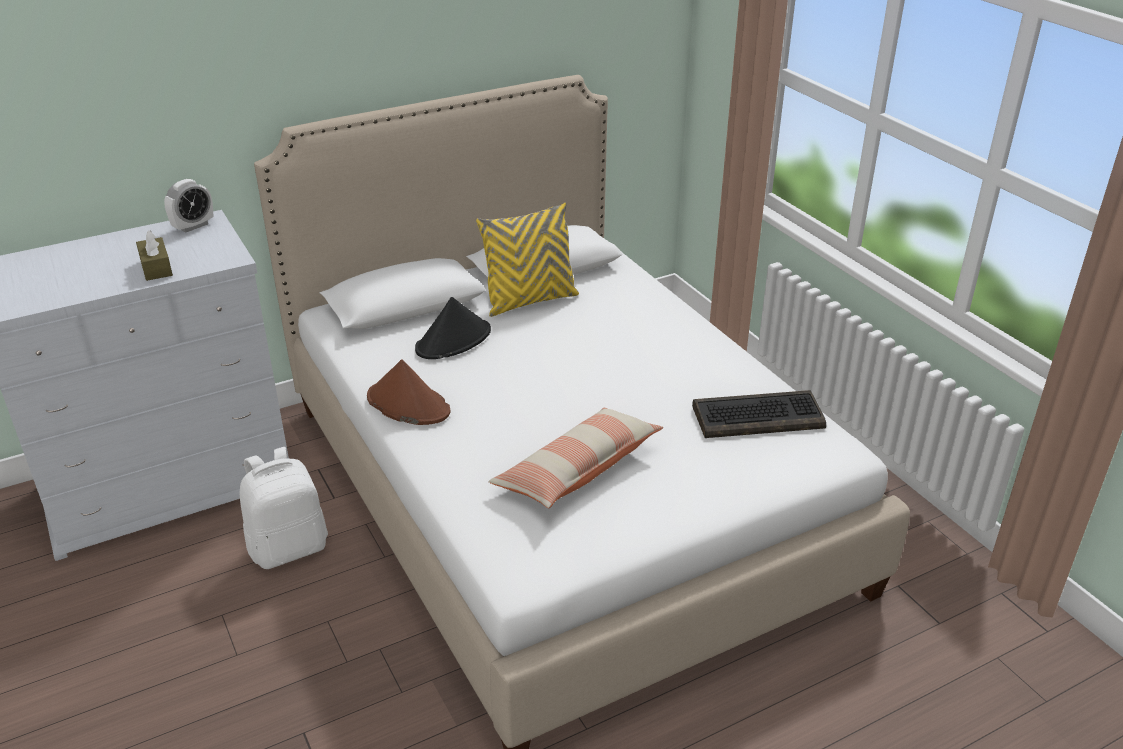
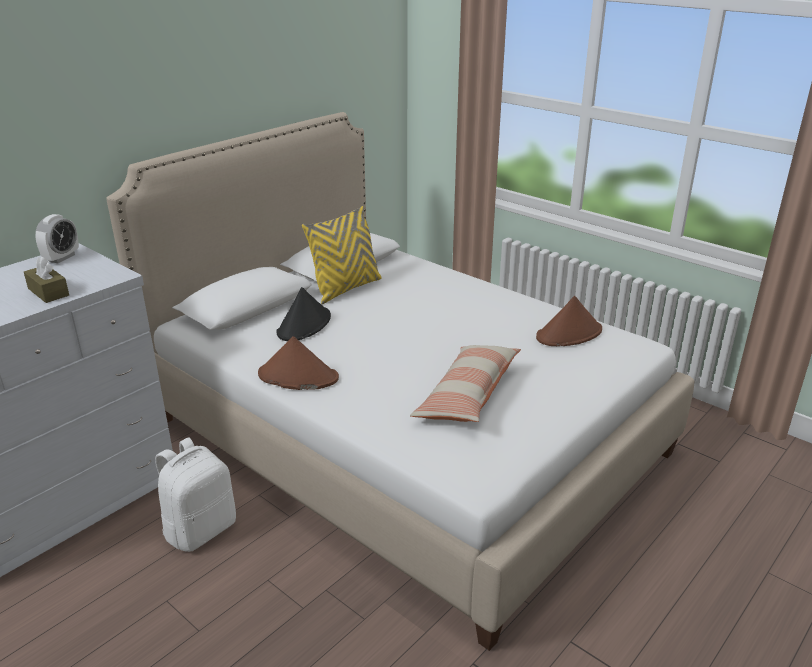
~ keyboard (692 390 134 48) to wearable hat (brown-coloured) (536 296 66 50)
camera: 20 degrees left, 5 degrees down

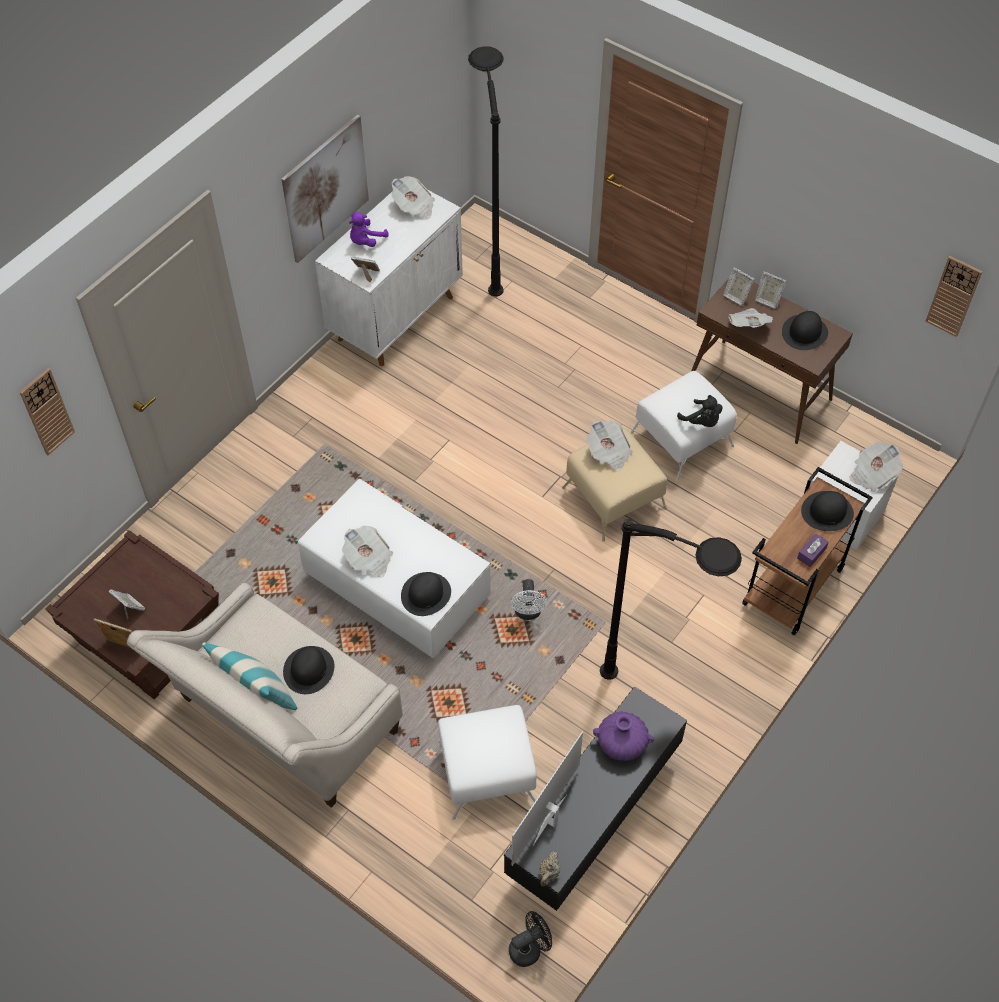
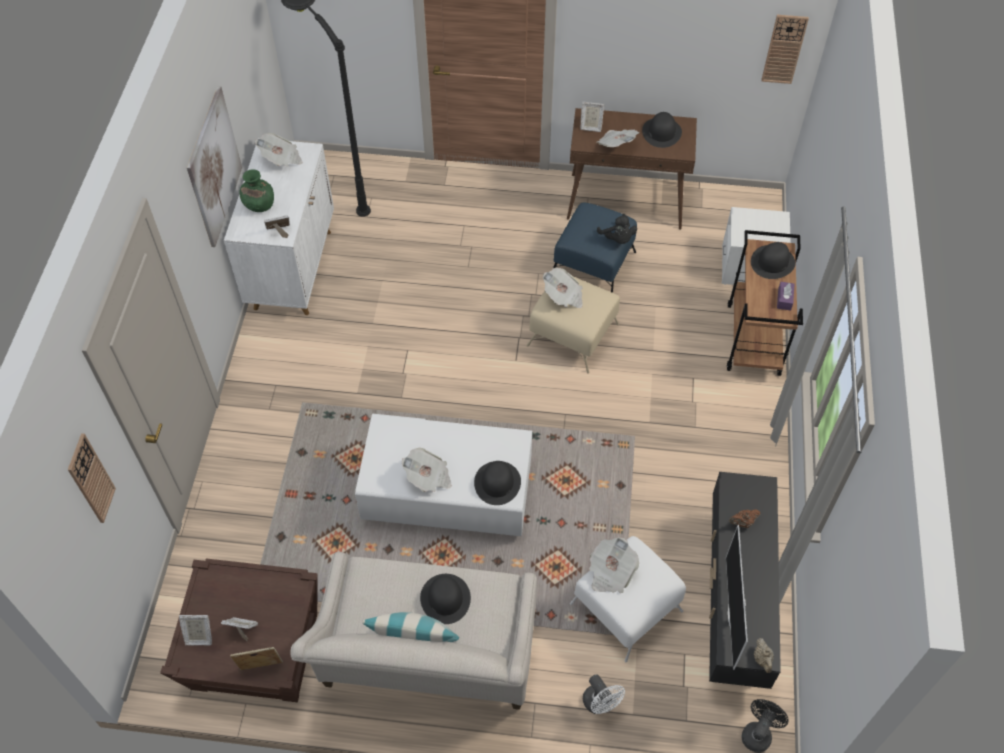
~ soft toy (purple) (349 212 40 35) to flower vase (green-coloured) (239 170 35 42)
~ cooling fan (white-coloured) (511 579 36 41) to (583 675 42 39)
~ flower vase (purple) (593 712 61 49) to tea pot (brown-coloured) (729 510 31 18)
- floor lamp (black) (600 519 142 161)
~ pouffe (white-coloured) (630 371 107 110) to pouffe (blue) (553 203 84 90)
~ soft toy (black) (677 395 46 32) = (597 214 40 30) 45 degrees clockwise
~ standing frame (755 272 31 37) to (179 615 33 31)
~ printed paper (849 441 54 51) to (589 537 50 56)
camera: 30 degrees left, 0 degrees up

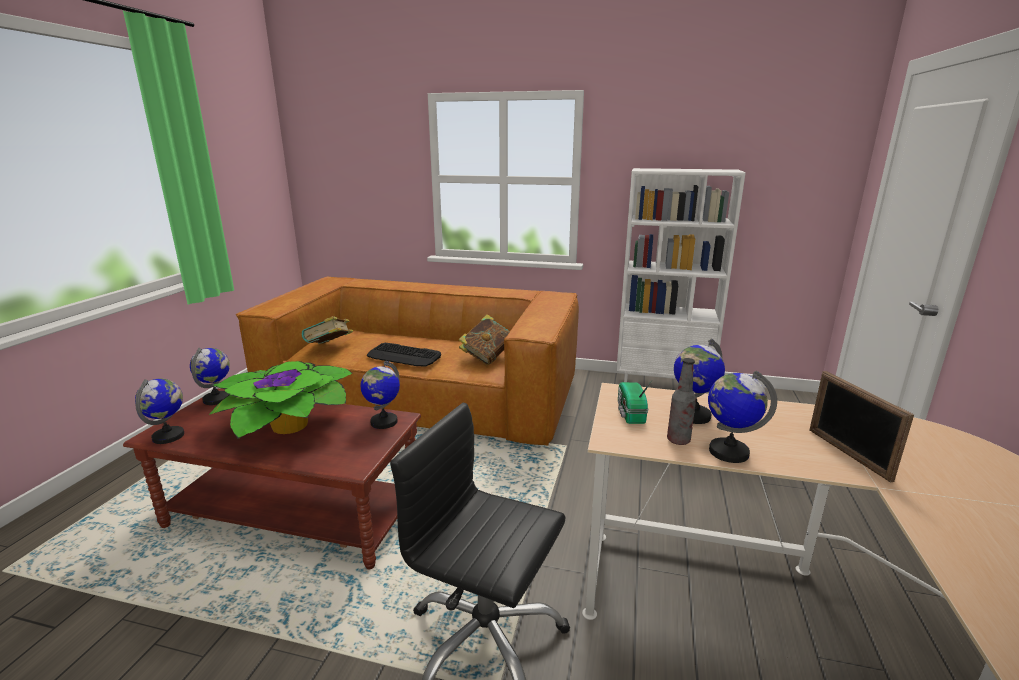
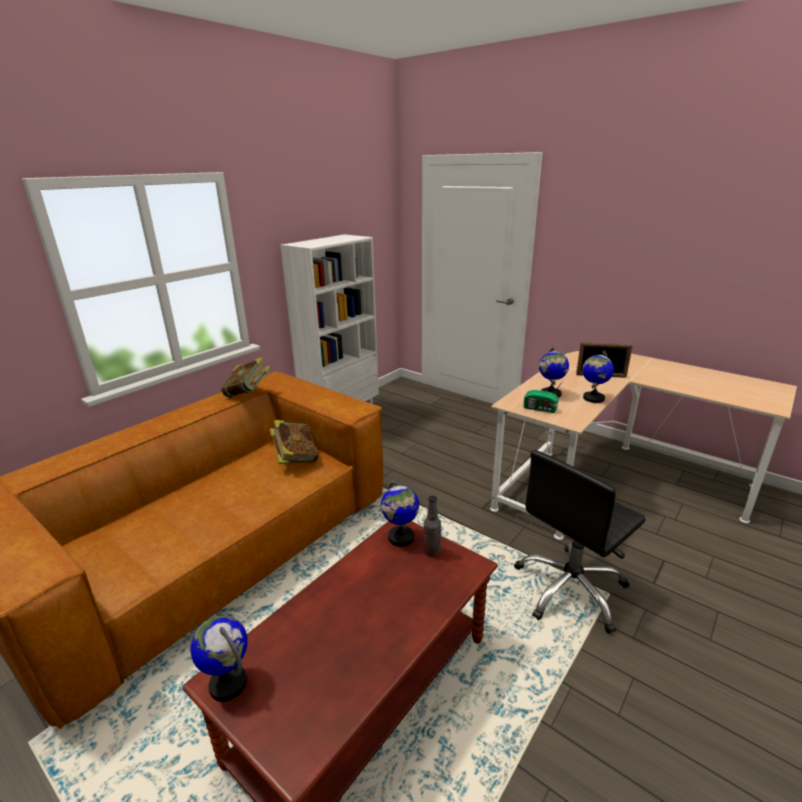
- world globe (135 379 49 65)
- houseplant (209 361 143 78)
~ book (302 316 51 28) to (221 357 50 40)
- keyboard (367 343 74 24)
~ beverage bottle (667 358 29 87) to (423 495 18 62)
camera: 65 degrees left, 5 degrees up

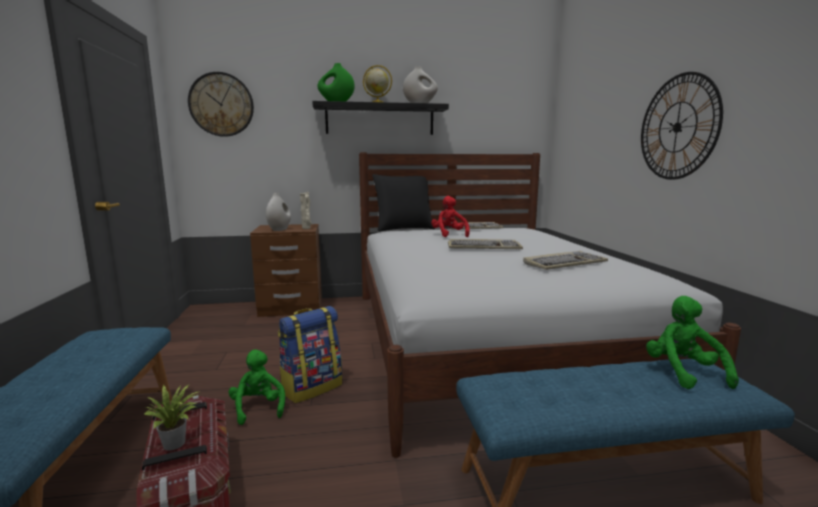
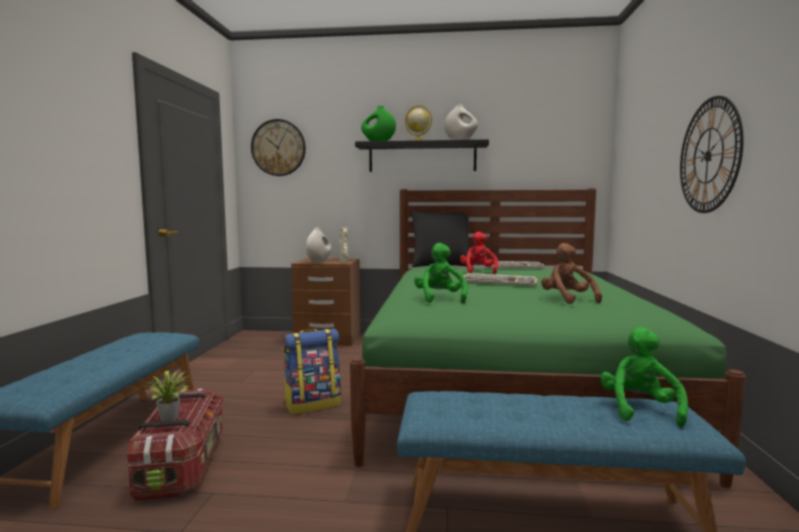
~ soft toy (green-coloured) (228 349 57 76) to (414 243 54 60)
~ bedroom bed (white-coloured) (359 152 382 306) to bedroom bed (green-coloured) (350 188 396 300)
~ keyboard (523 251 85 19) to soft toy (brown-coloured) (541 243 61 61)
camera: 15 degrees right, 5 degrees down

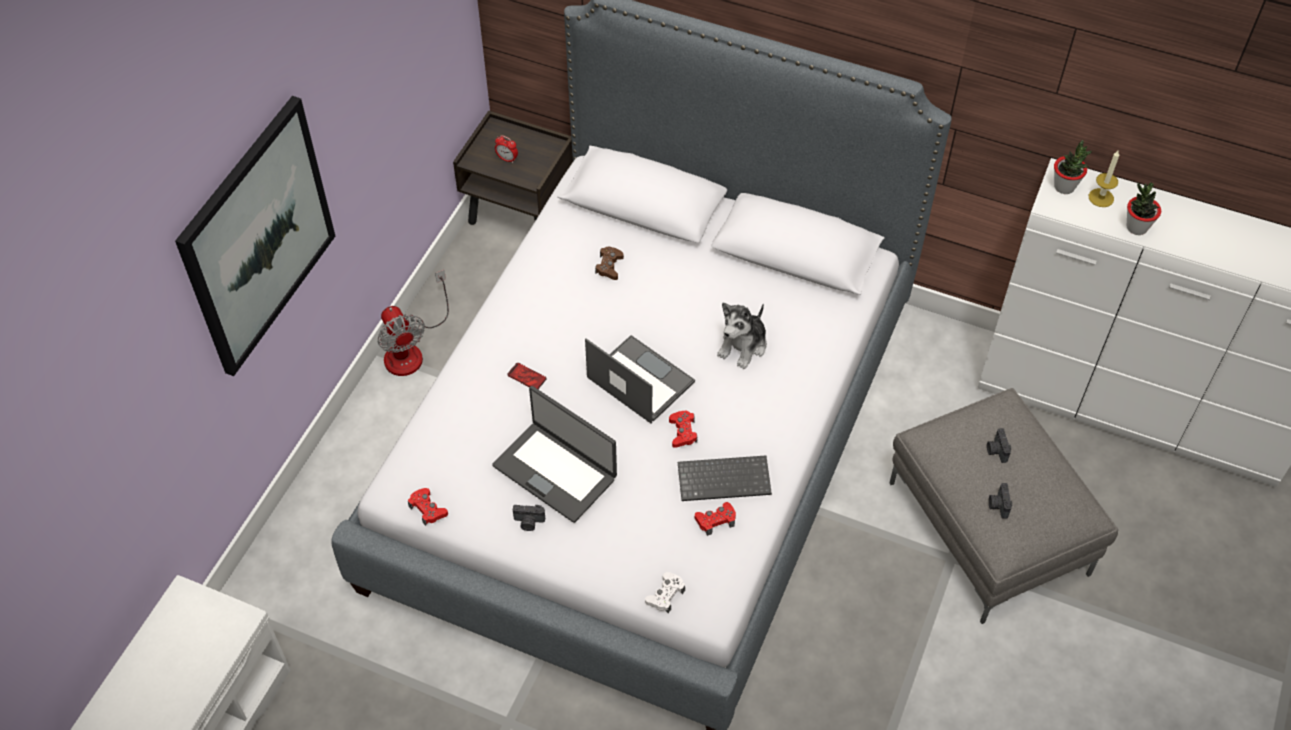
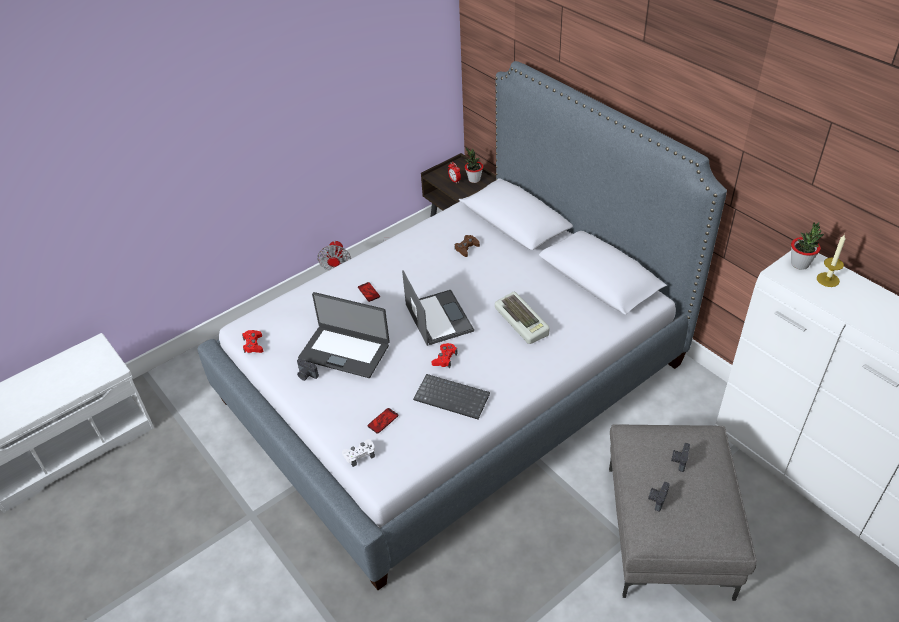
- wall picture (175 96 160 280)
~ notebook computer (492 386 125 137) = (298 292 92 86) 45 degrees counterclockwise
- game controller (reddish) (695 502 41 34)
~ soft toy (717 303 50 66) to keyboard (495 292 54 52)
~ houseplant (1127 182 34 53) to (465 147 18 36)
+ telephone (368 408 30 26)
camera: 30 degrees right, 10 degrees down

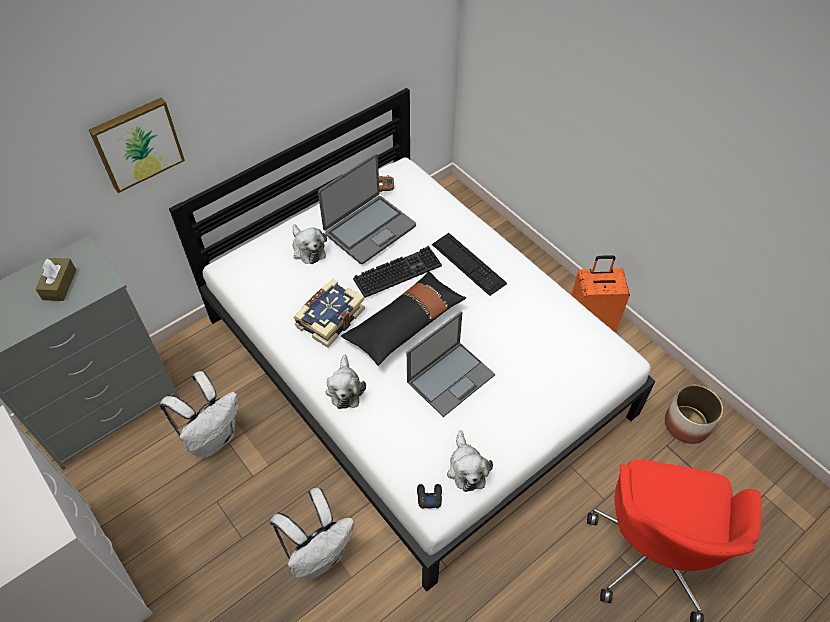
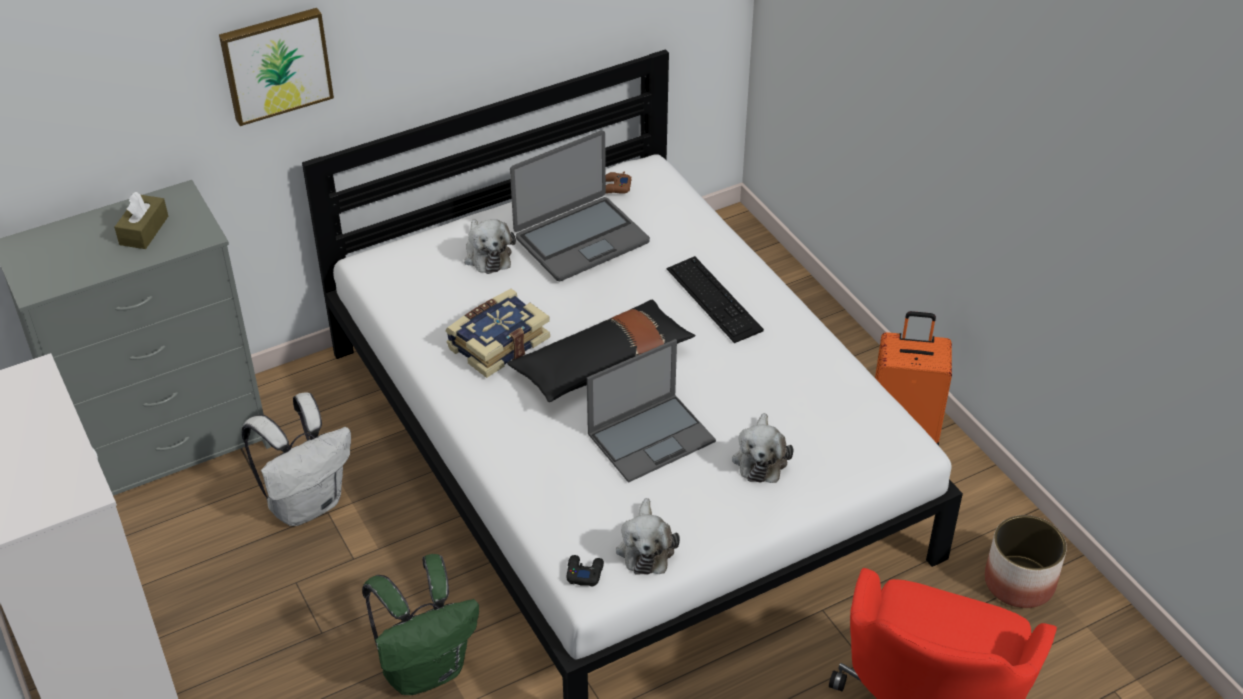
~ backpack (white-coloured) (270 488 85 92) to backpack (green-coloured) (362 554 117 141)
~ soft toy (325 355 41 54) to (732 413 61 70)
- keyboard (353 246 89 52)
camera: 10 degrees right, 10 degrees down

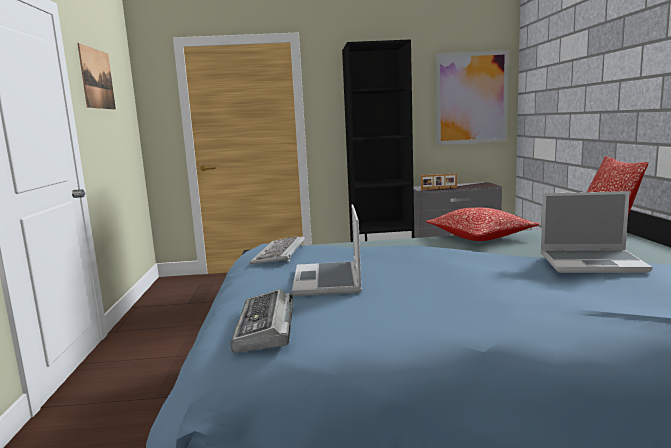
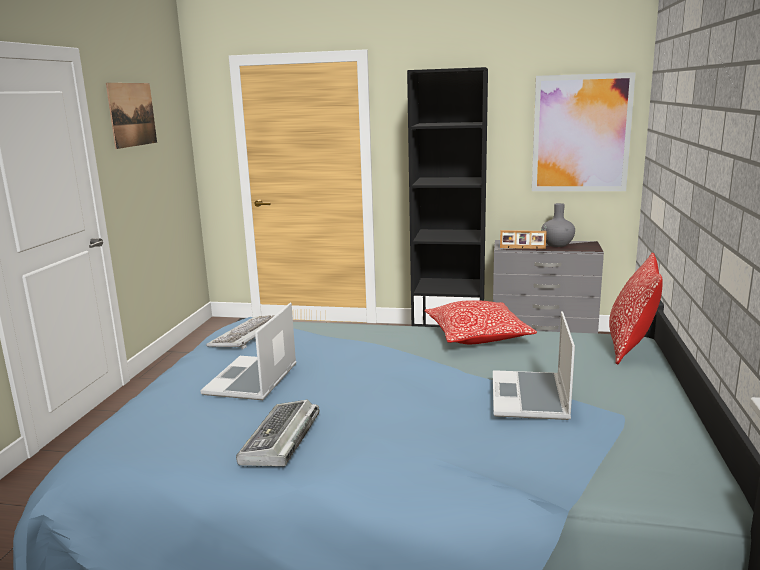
~ keyboard (231 289 62 64) to (236 399 84 67)
~ notebook computer (540 191 112 82) = (493 311 82 109) 75 degrees clockwise
+ flower vase (grey) (541 203 34 44)
camera: 15 degrees right, 5 degrees up

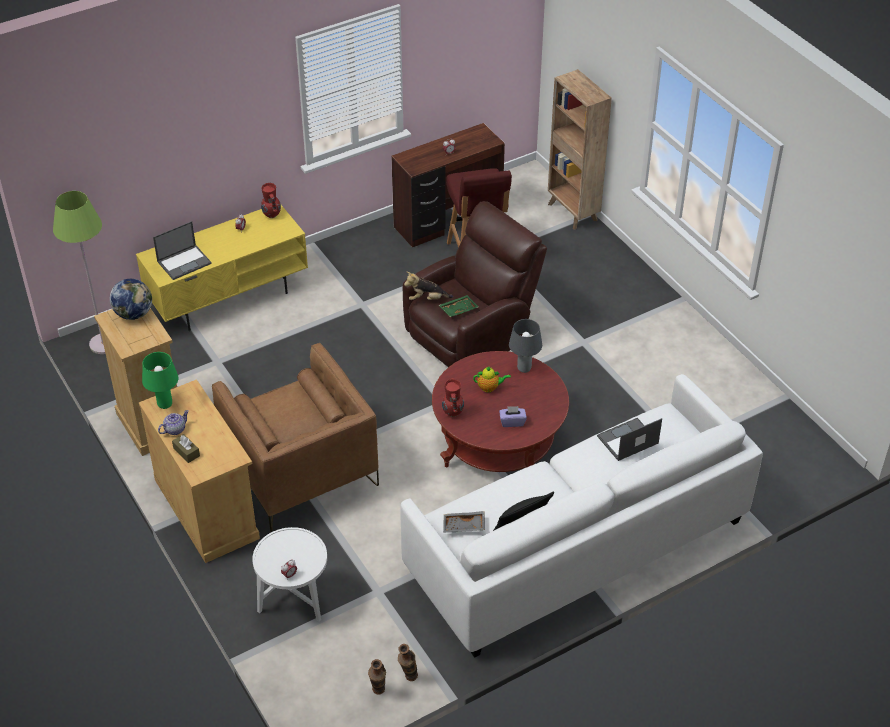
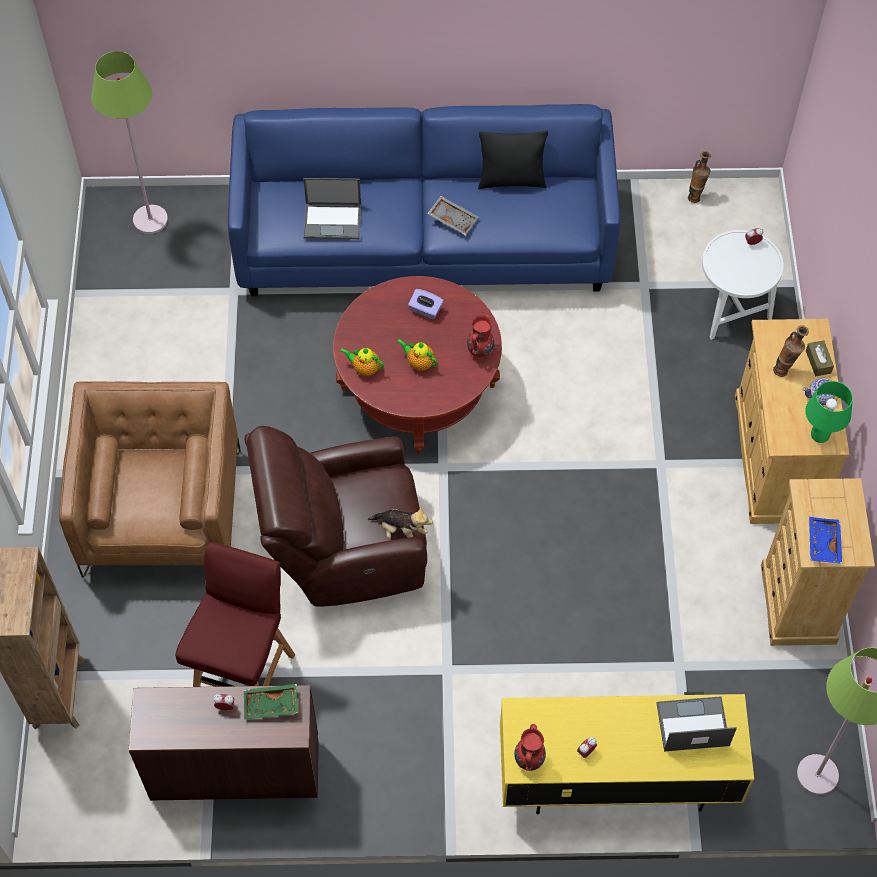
~ world globe (110 279 42 41) to carrying tray (blue) (809 517 33 47)
~ lounge chair (brown-coloured) (212 343 167 189) to (59 381 182 197)
~ flower vase (398 644 20 37) to (773 325 36 52)
~ sofa (white-coloured) (400 374 363 284) to sofa (blue) (228 104 392 192)
~ carrying tray (green-coloured) (439 295 40 22) to (244 684 54 36)
~ carrying tray (grey) (443 511 42 22) to (427 196 52 40)
~ table lamp (grey) (509 319 33 54) to tea pot (340 348 44 28)
+ floor lamp (green-coloured) (91 51 77 183)
camera: 150 degrees left, 15 degrees up

